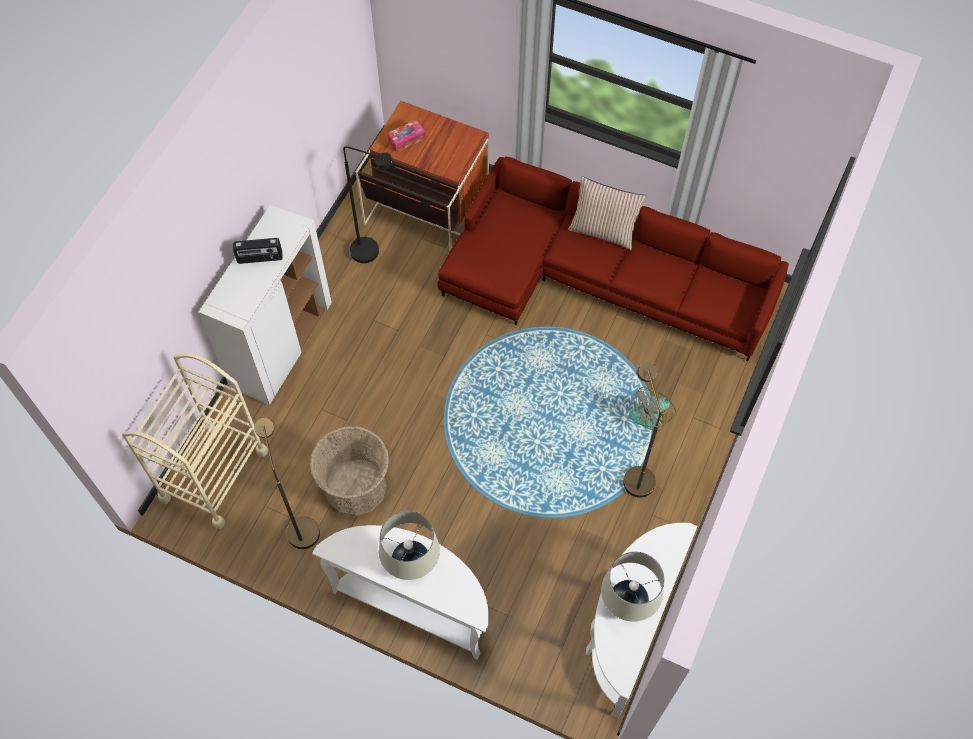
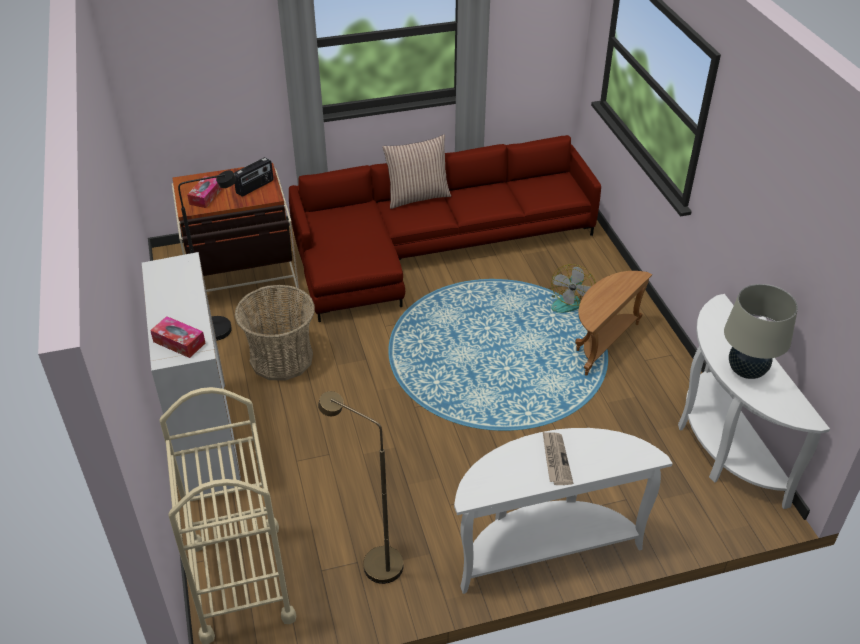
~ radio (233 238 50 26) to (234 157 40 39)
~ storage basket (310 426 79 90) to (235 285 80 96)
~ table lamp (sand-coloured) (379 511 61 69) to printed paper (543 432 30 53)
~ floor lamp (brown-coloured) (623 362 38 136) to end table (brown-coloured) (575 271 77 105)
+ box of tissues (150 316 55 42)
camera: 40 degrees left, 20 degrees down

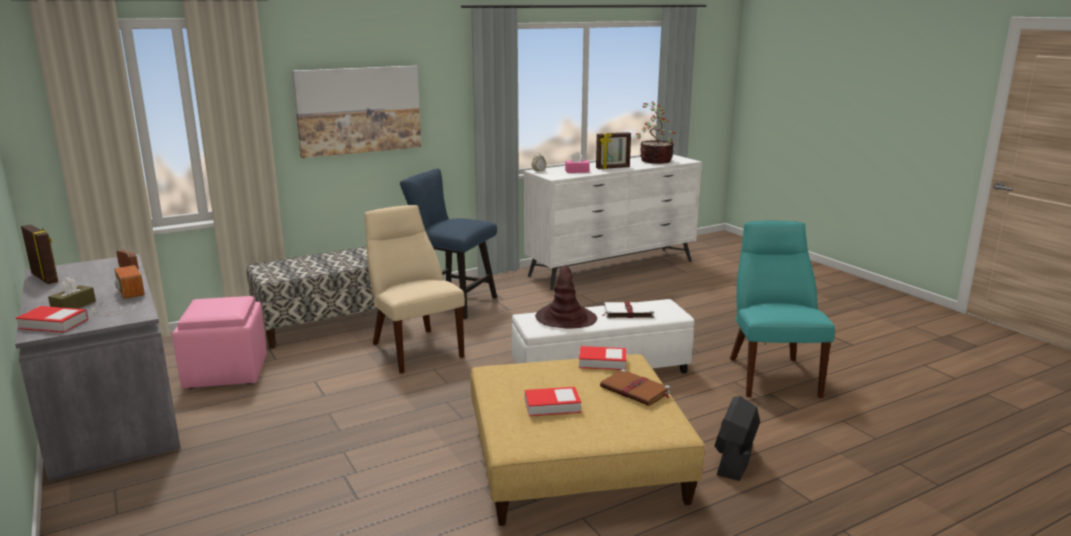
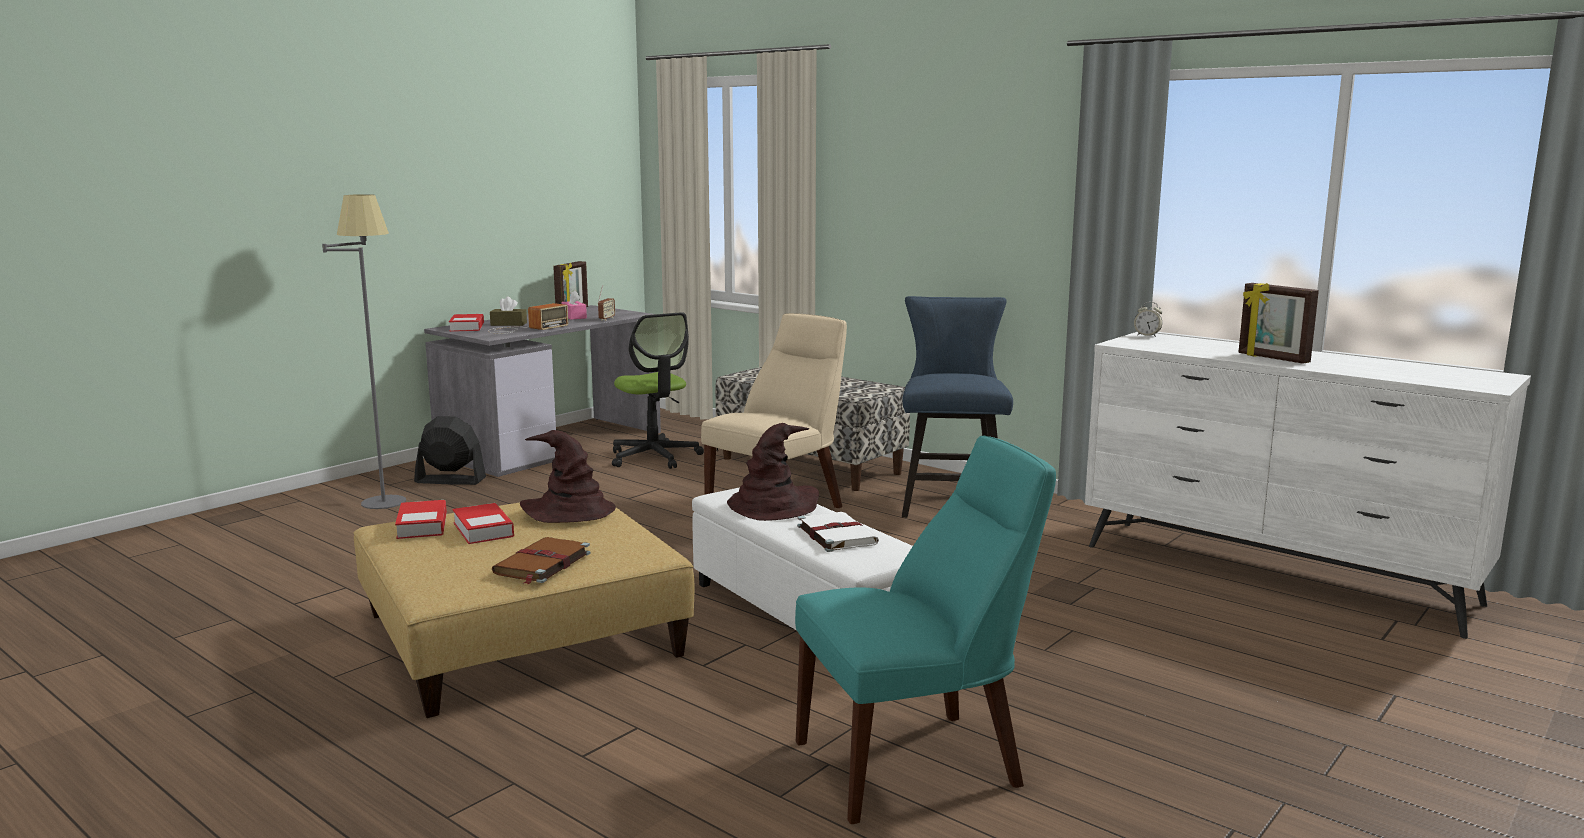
~ pouffe (pink-coloured) (172 296 95 93) to office chair (612 312 92 157)
- wall picture (292 65 129 93)
~ box of tissues (pink-coloured) (565 152 25 21) to (561 290 26 30)
~ book (579 346 47 24) to (395 500 52 39)
- houseplant (635 101 41 63)
~ cooling fan (black) (715 396 45 85) to (414 416 72 69)
+ floor lamp (grey) (322 194 84 315)
+ wearable hat (brown-coloured) (520 430 96 93)
camera: 70 degrees right, 5 degrees down

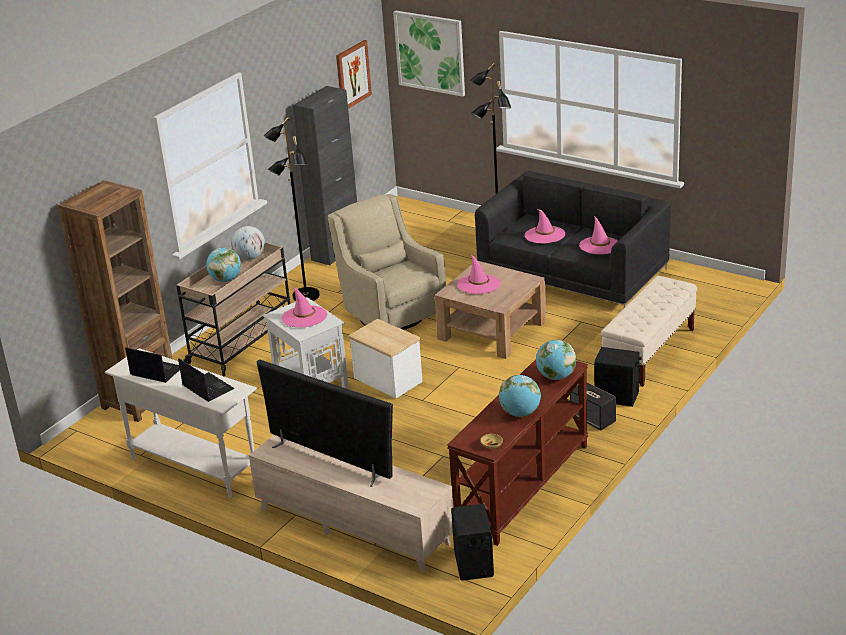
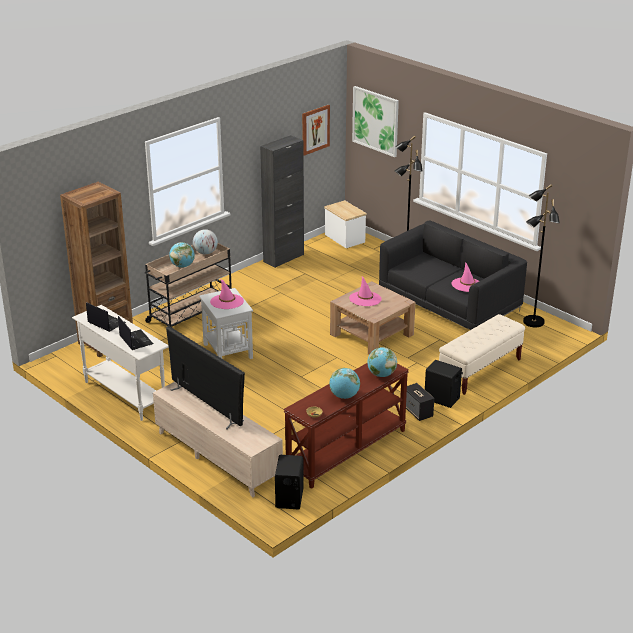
~ floor lamp (black) (264 117 56 184) to (523 184 37 143)
- lounge chair (sand-coloured) (328 194 118 136)
~ end table (348 319 75 79) to (324 200 43 48)
- wearable hat (pink-coloured) (525 209 40 35)
camera: 10 degrees right, 0 degrees up

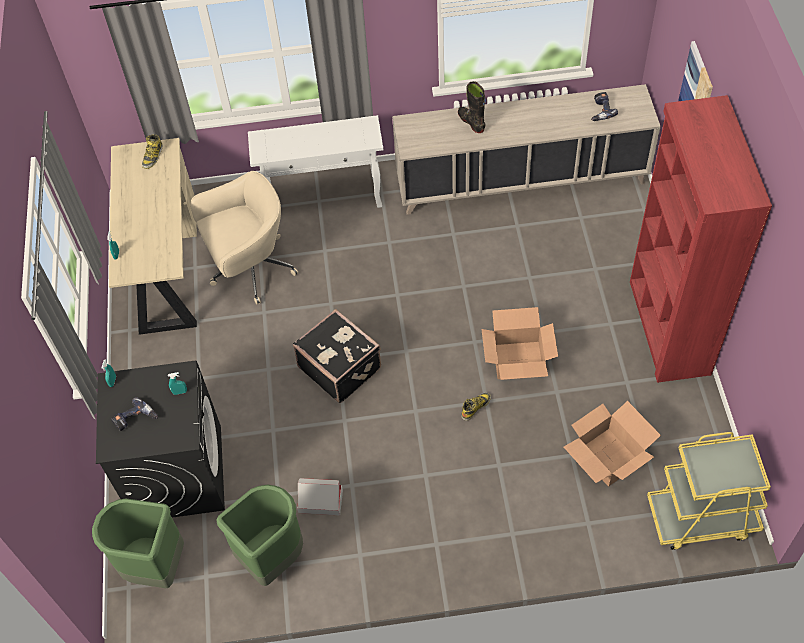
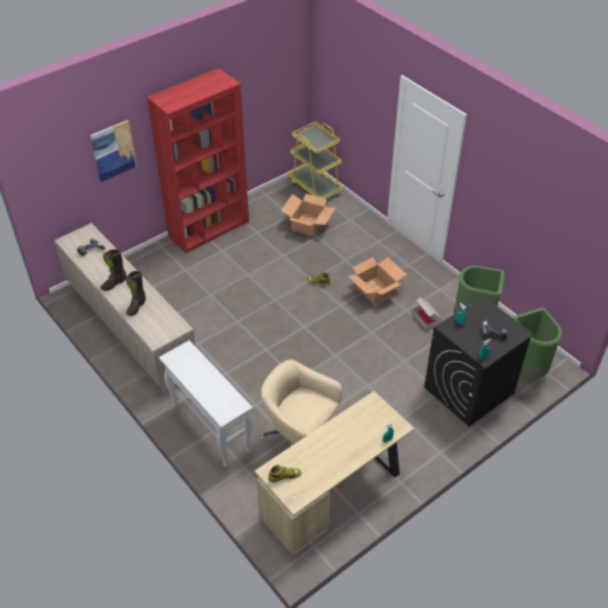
- suitcase (black) (293 309 88 94)
~ carton (481 307 77 73) to (348 257 59 48)
+ boot (black) (101 249 25 42)
camera: 125 degrees left, 10 degrees down

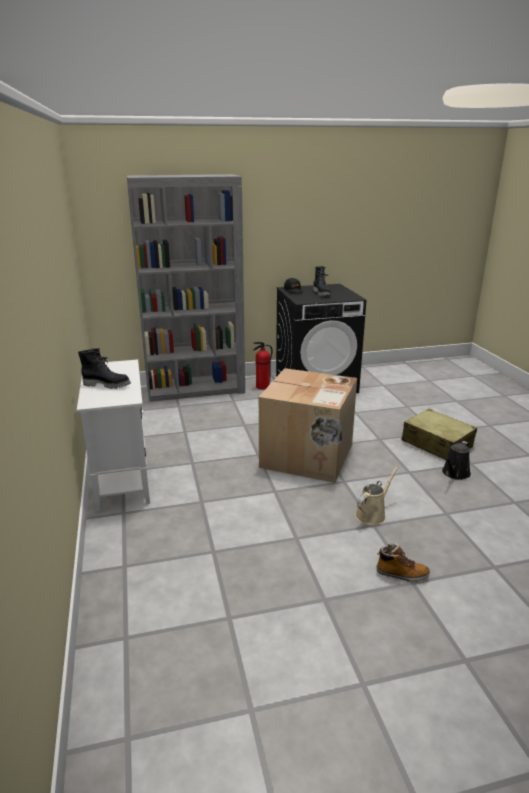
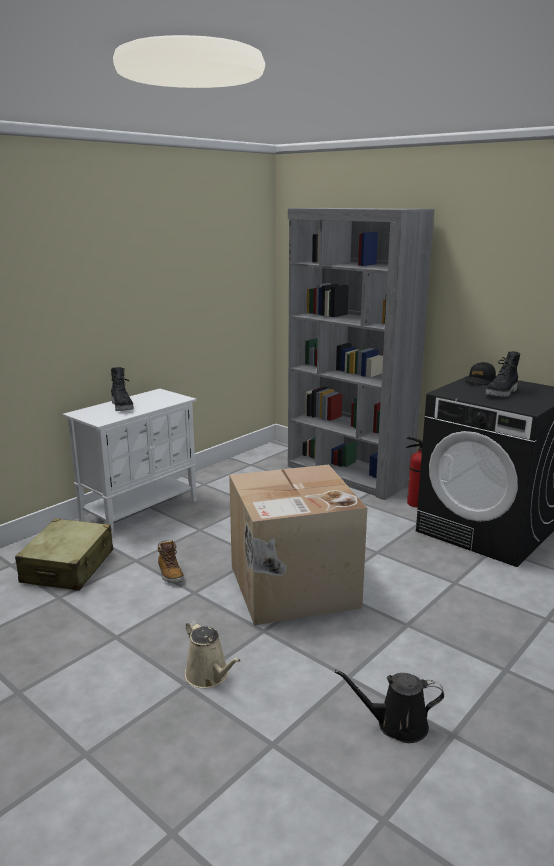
~ watering pot (sand-coloured) (355 466 44 59) = (185 620 56 68) 45 degrees clockwise
~ boot (376 543 54 39) to (158 540 26 43)
~ suitcase (sand-coloured) (402 409 75 51) to (15 518 98 73)
camera: 55 degrees right, 5 degrees down

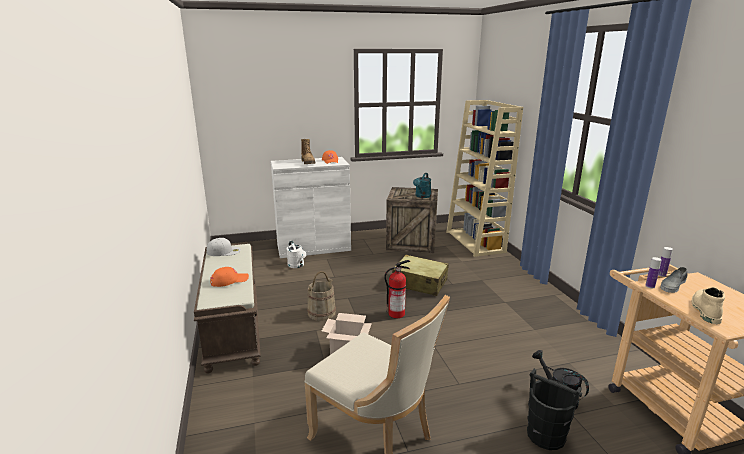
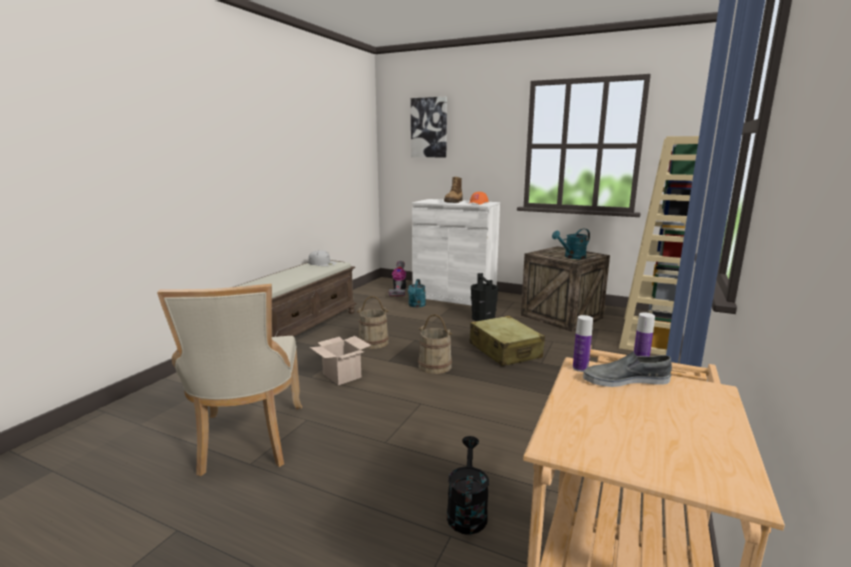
- cap (orange) (210 267 39 20)
~ watering pot (white-coloured) (286 241 20 27) to watering pot (turquoise-coloured) (408 279 18 28)
~ extinguisher (384 260 27 58) to pail (sand-coloured) (418 314 34 60)
~ pail (black) (527 369 55 81) to (471 273 28 48)
- boot (sand-coloured) (692 287 33 37)
+ hoover (389 261 17 36)
+ wall picture (411 97 36 60)
camera: 40 degrees right, 5 degrees down

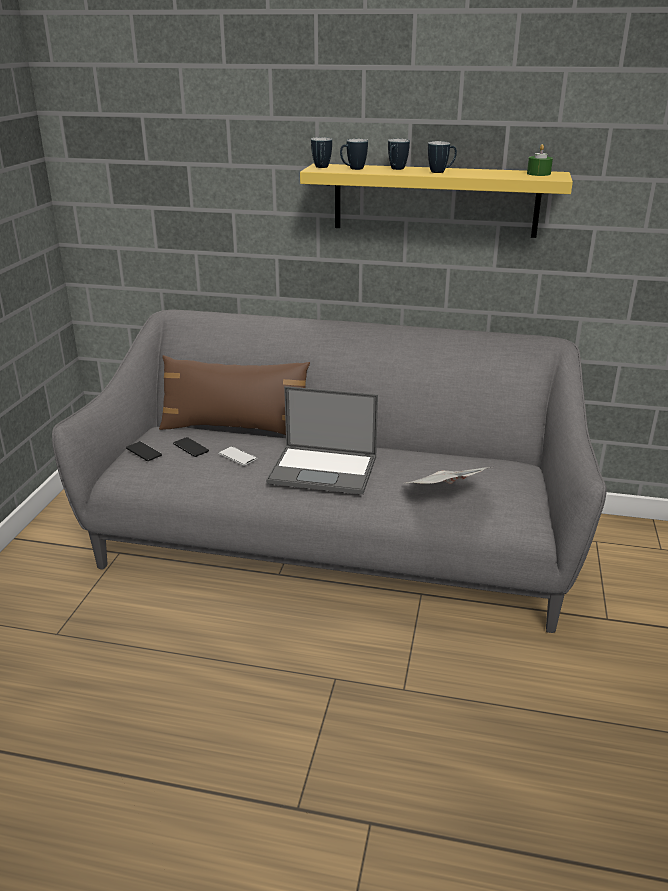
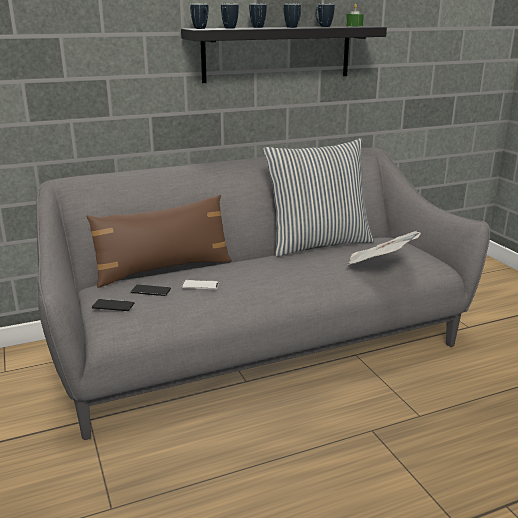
- notebook computer (266 386 112 109)
~ bracket shelf (yellow) (300 164 273 74) to bracket shelf (black) (181 26 206 57)
+ cushion (263 138 111 119)
+ coffee mug (315 4 20 23)
camera: 35 degrees left, 5 degrees down

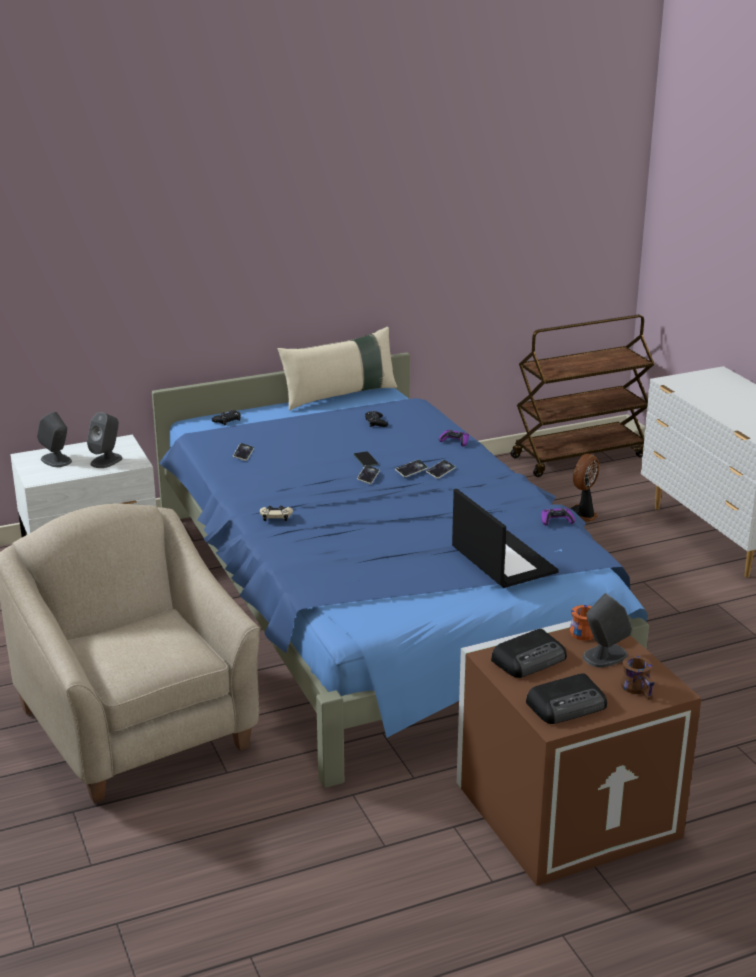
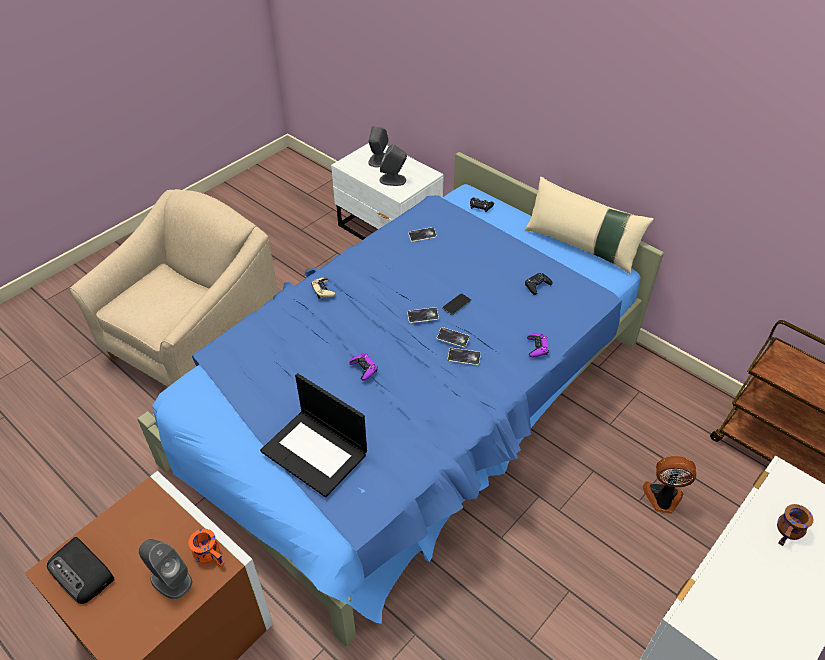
~ notebook computer (452 489 107 99) = (260 373 107 125) 90 degrees clockwise
- radio (491 629 76 49)
~ game controller (purple) (541 508 34 18) to (349 354 29 27)
~ coffee mug (brown-coloured) (620 656 35 44) to (777 504 37 42)
camera: 65 degrees right, 20 degrees up

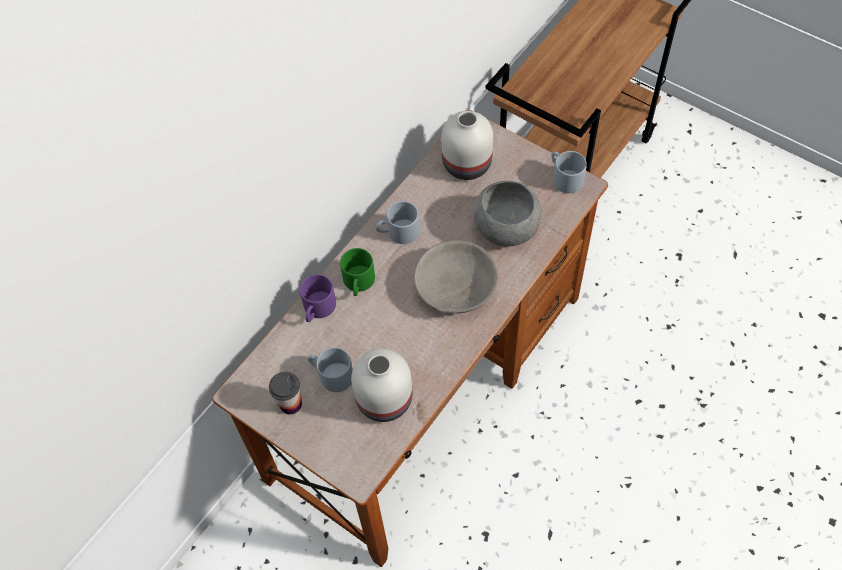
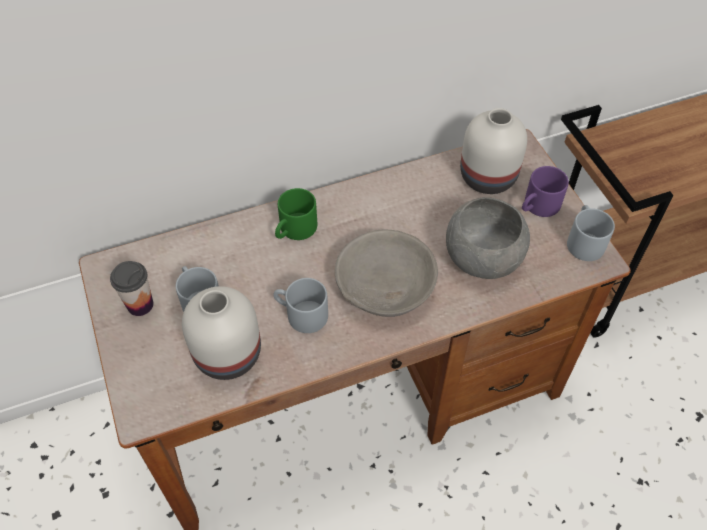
~ coffee mug (purple) (300 274 36 48) to (522 166 47 51)
~ coffee mug (grey) (375 201 44 43) to (273 278 55 55)
camera: 30 degrees right, 5 degrees down

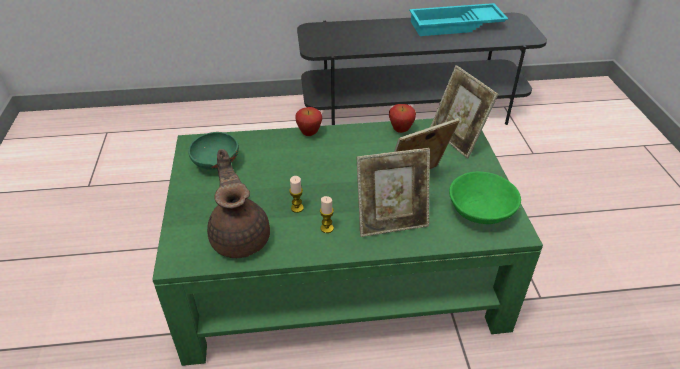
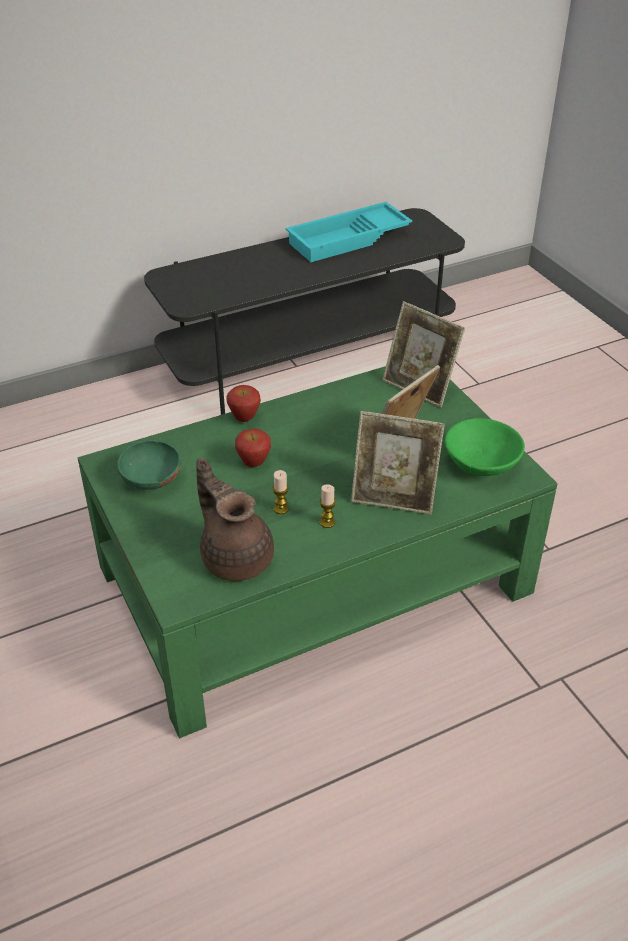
~ standing frame (357 148 73 89) = (351 411 94 104) 45 degrees clockwise
~ apple fruit (389 104 27 29) to (235 429 36 38)
camera: 20 degrees left, 0 degrees up

